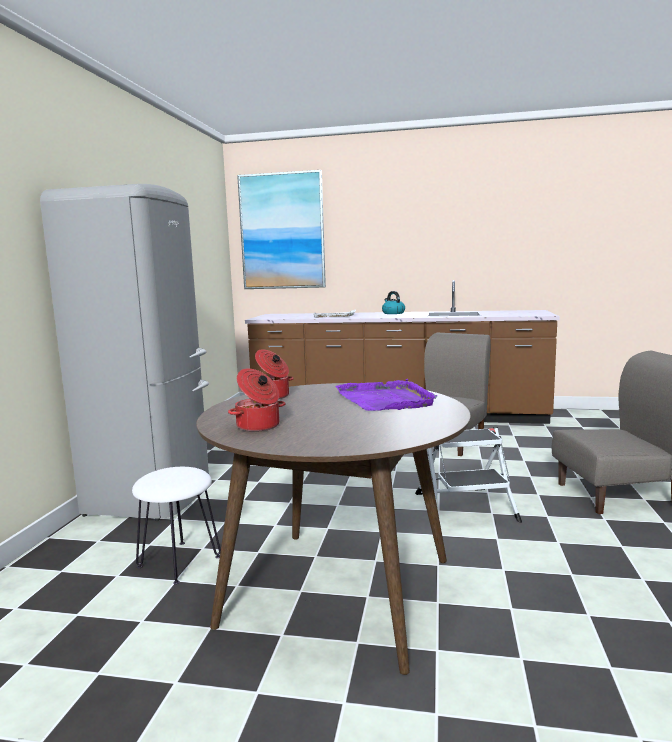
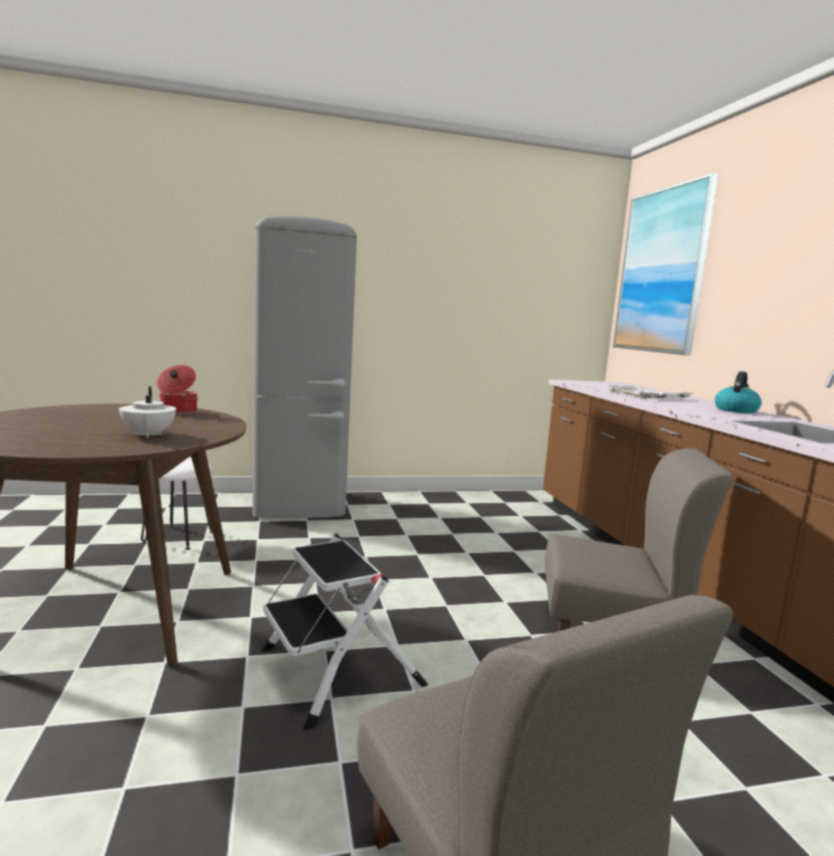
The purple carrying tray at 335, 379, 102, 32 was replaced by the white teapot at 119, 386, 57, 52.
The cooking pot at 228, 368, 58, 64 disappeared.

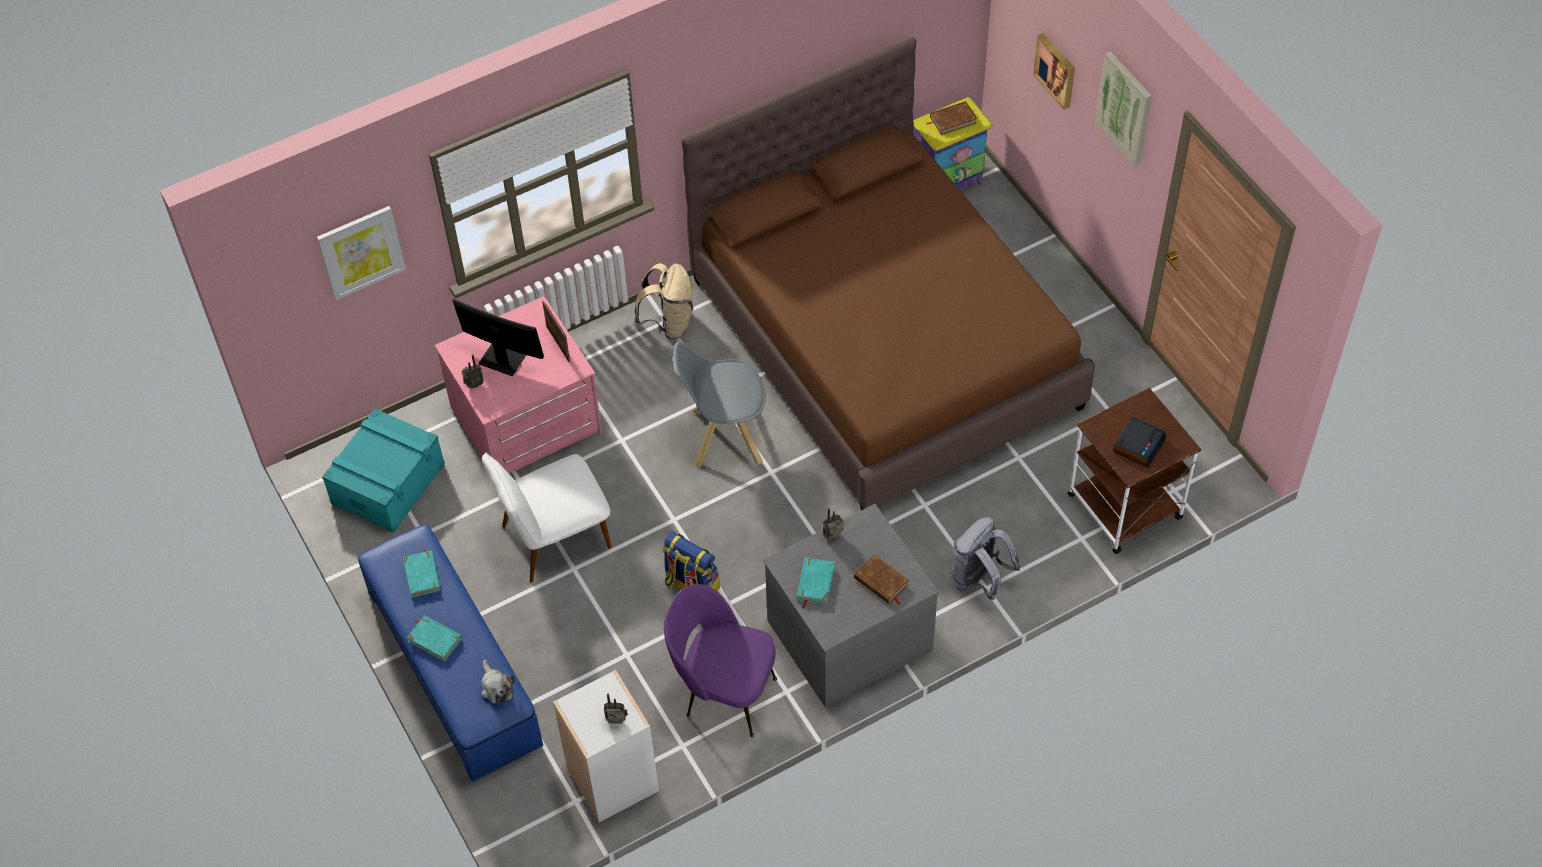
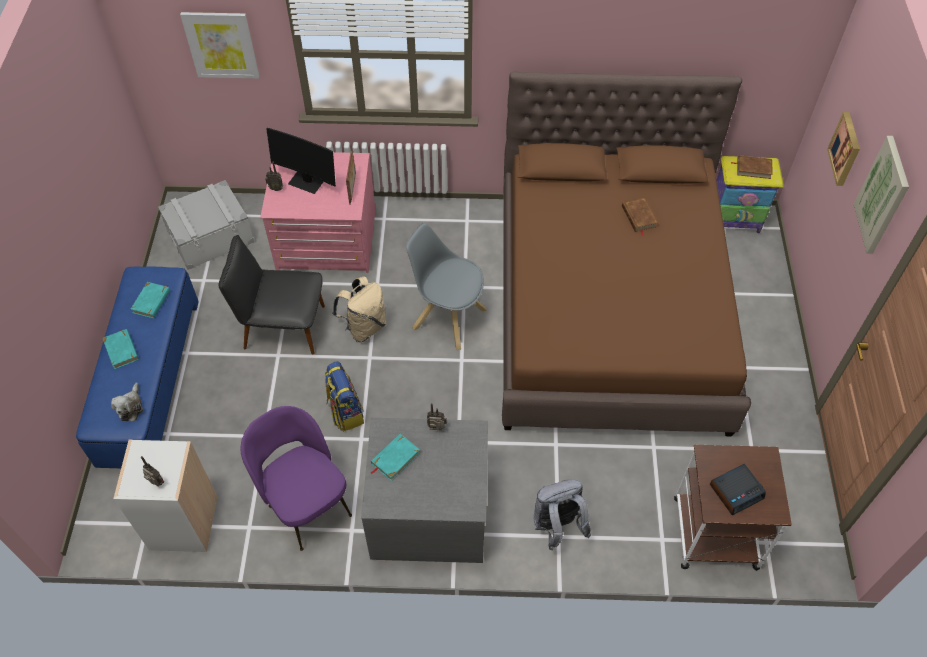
The turquoise-coloured storage bin at 322, 408, 123, 125 became the greyish storage bin at 158, 180, 96, 90.
The white upright chair at 482, 453, 130, 129 became the black-coloured upright chair at 218, 235, 107, 119.
The computer screen at 453, 298, 91, 78 turned 150 degrees clockwise.
The beige-coloured knapsack moved from 634, 263, 59, 77 to 332, 276, 55, 66.
The brown book moved from 854, 555, 55, 50 to 622, 198, 36, 38.

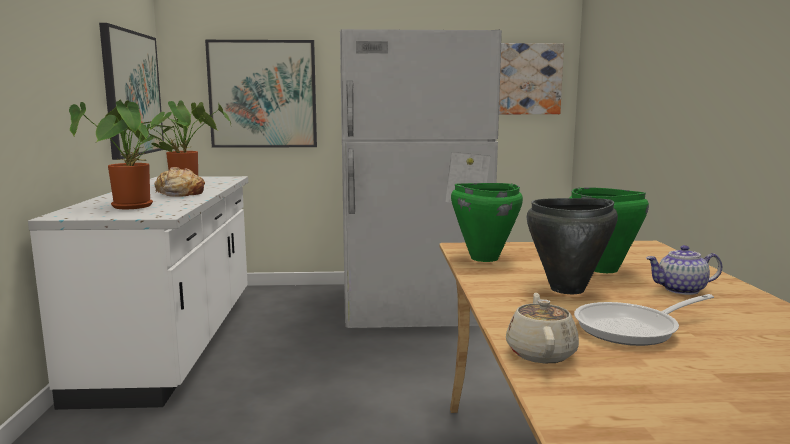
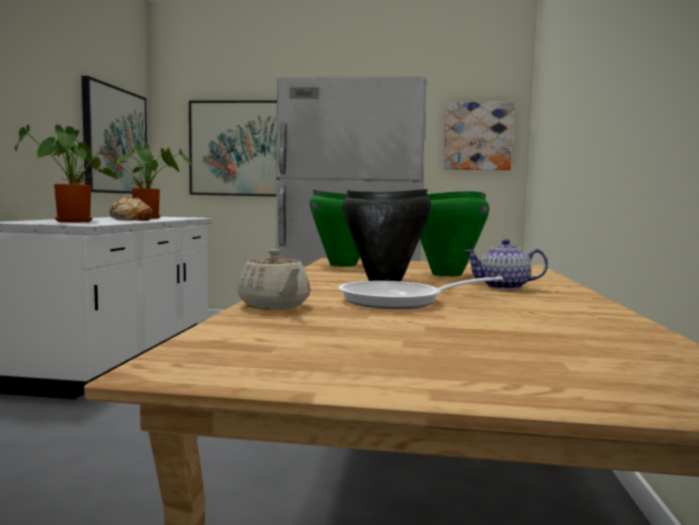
The beige-coloured teapot at 506, 293, 73, 70 turned 135 degrees clockwise.

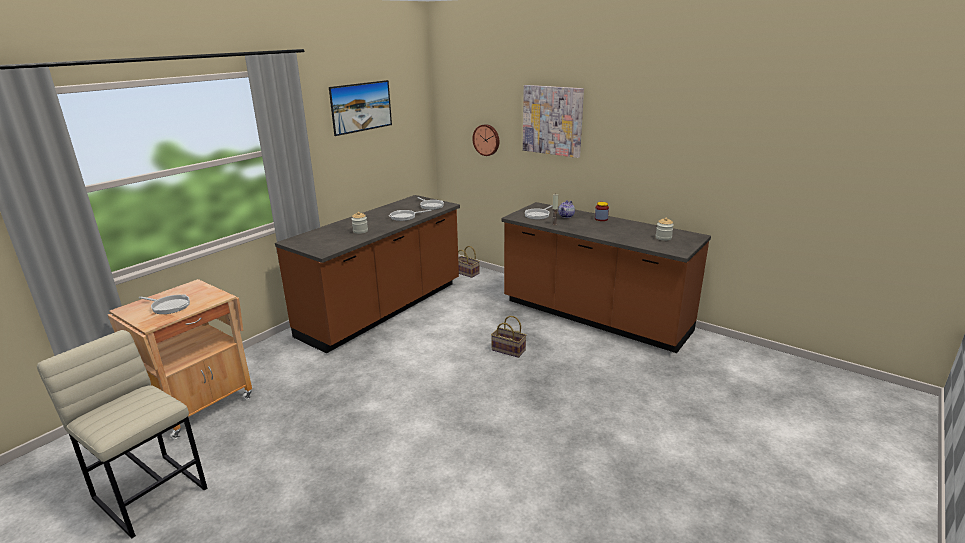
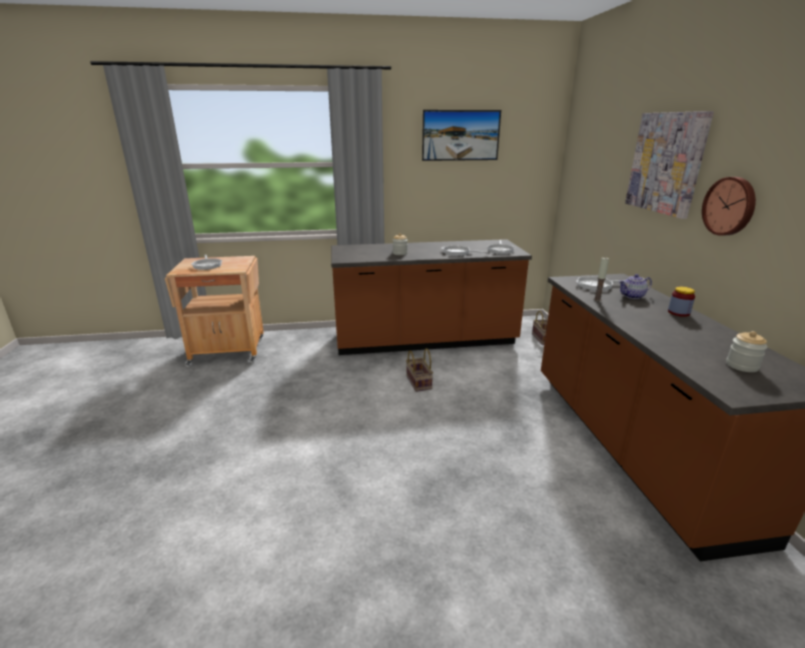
The household basket moved from 491, 316, 35, 42 to 406, 348, 27, 44.
The hanging clock moved from 472, 124, 27, 32 to 702, 177, 54, 59.
The beige-coloured upright chair at 37, 330, 171, 208 disappeared.

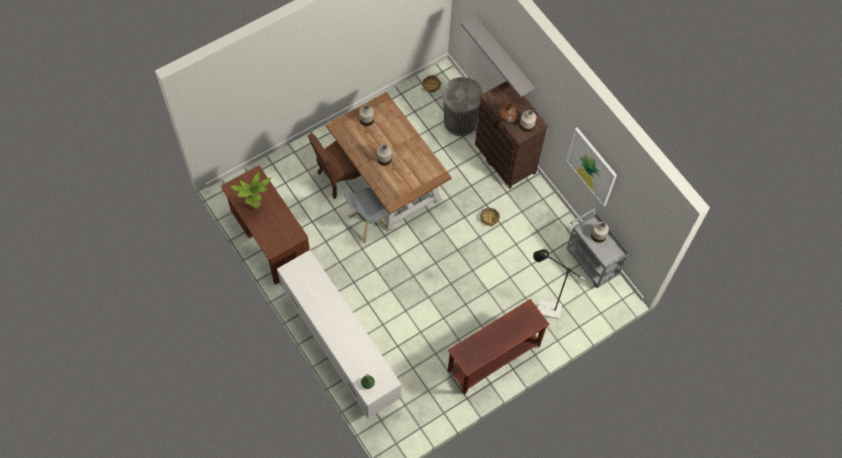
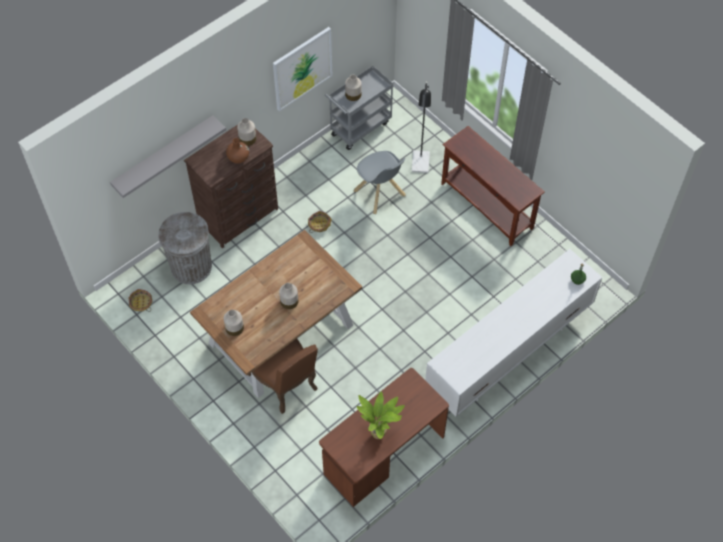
The greyish upright chair moved from 344, 188, 48, 55 to 354, 151, 52, 63.

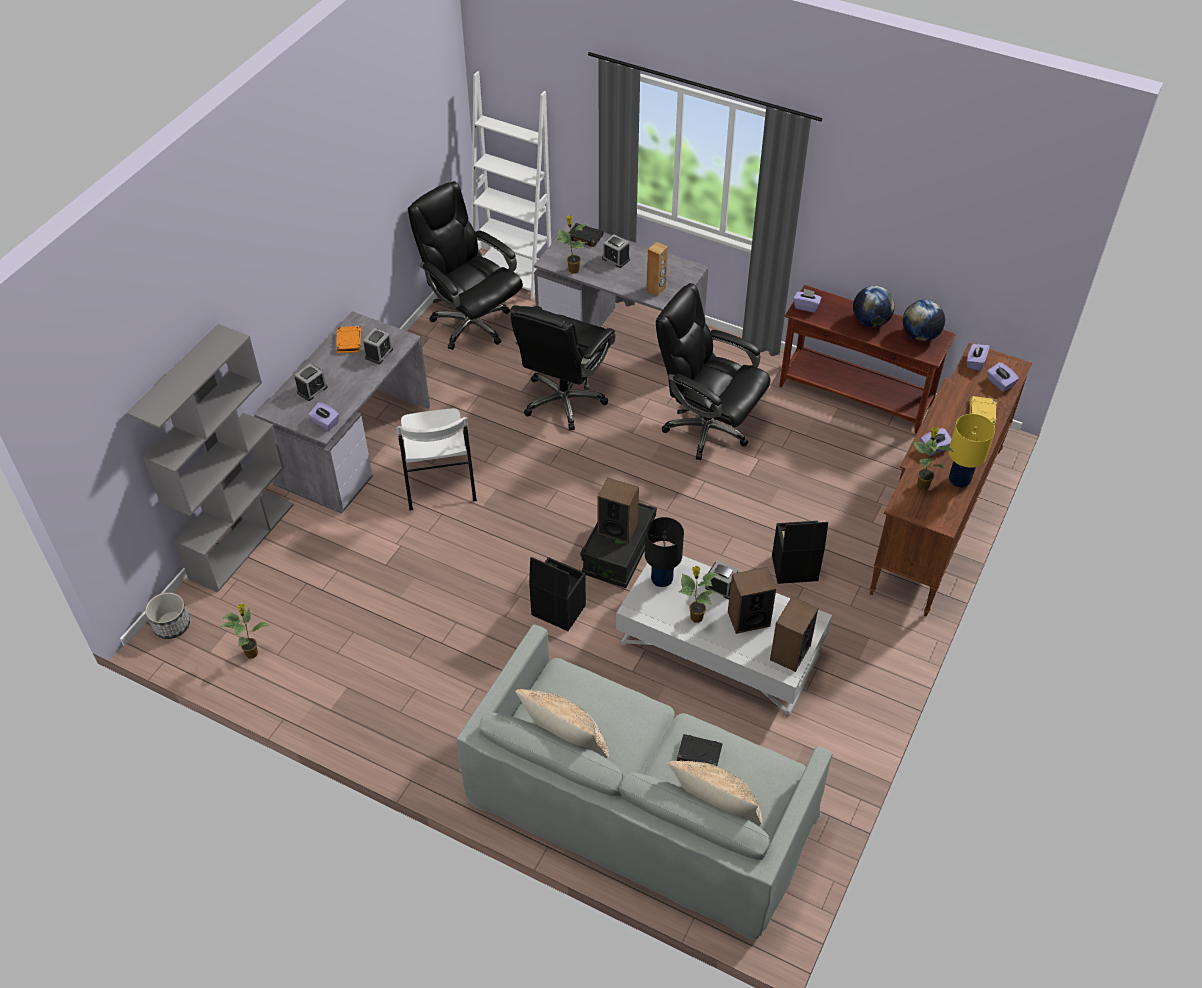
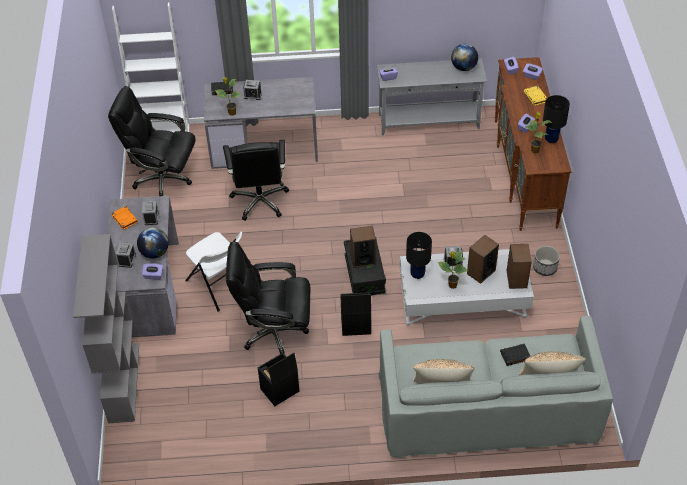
The desk globe moved from 853, 286, 42, 41 to 137, 227, 32, 32.
The black-coloured desk chair moved from 656, 283, 115, 177 to 226, 241, 84, 114.
The black-coloured storage bin moved from 772, 521, 56, 63 to 258, 353, 41, 53.
The brown hall table at 779, 285, 177, 149 became the greyish hall table at 377, 58, 110, 78.
The flower pot moved from 145, 592, 45, 47 to 533, 246, 27, 30.
The yellow lamp for a table at 948, 414, 47, 74 became the black-coloured lamp for a table at 543, 95, 27, 48.
The houseplant at 220, 604, 49, 54 disappeared.
The brown loudspeaker at 646, 242, 22, 54 disappeared.

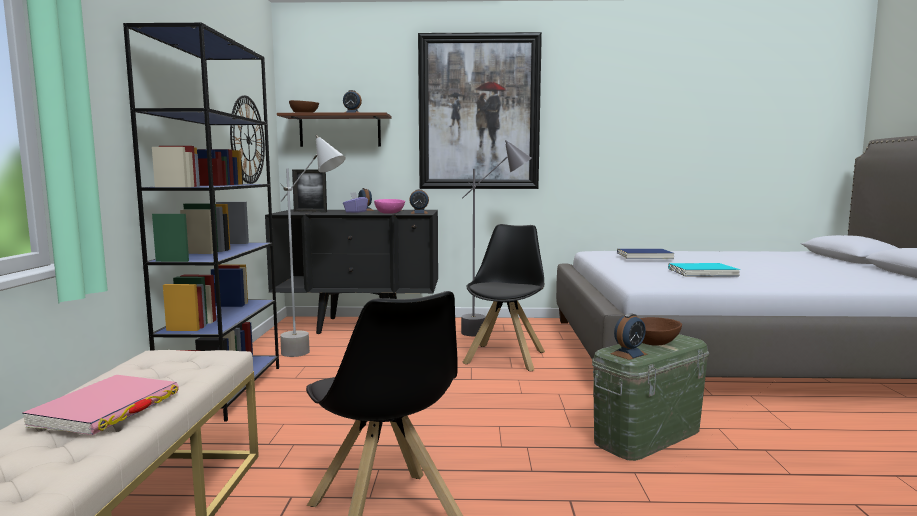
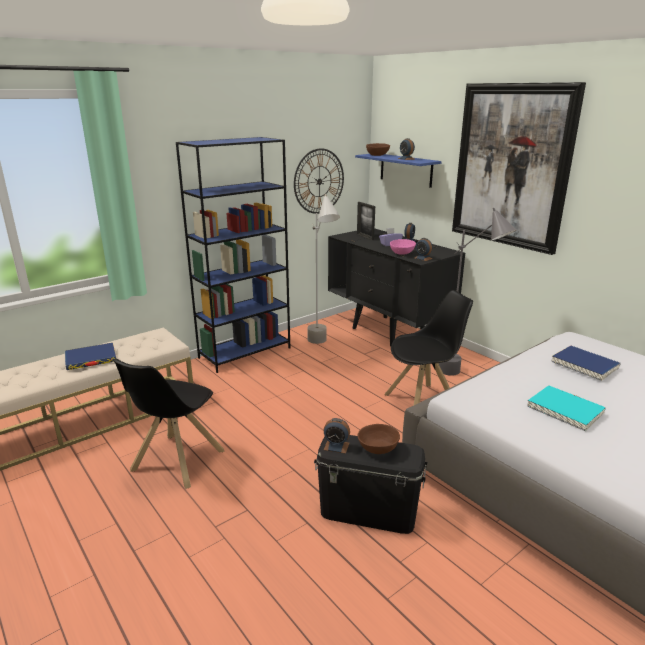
The pink book at 22, 375, 157, 60 became the bluish book at 65, 343, 51, 27.
The green storage bin at 592, 334, 117, 127 became the black-coloured storage bin at 314, 435, 113, 99.
The brown shelf at 277, 112, 115, 35 became the bluish shelf at 355, 154, 87, 34.

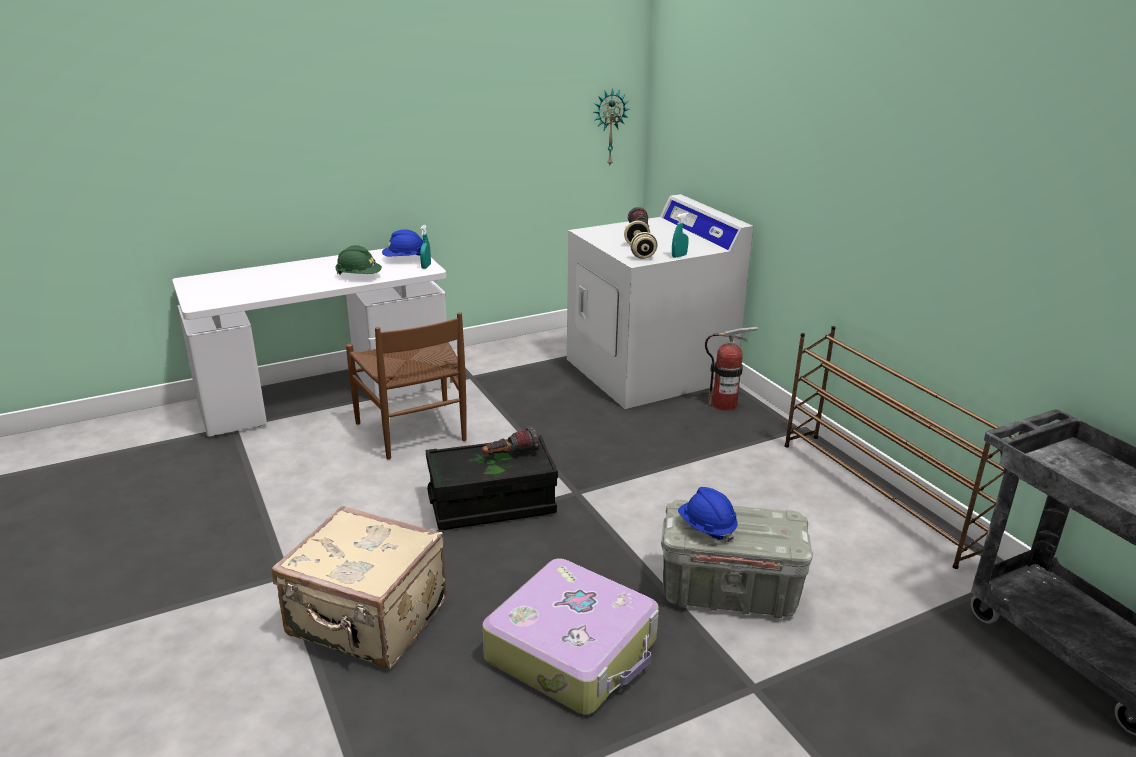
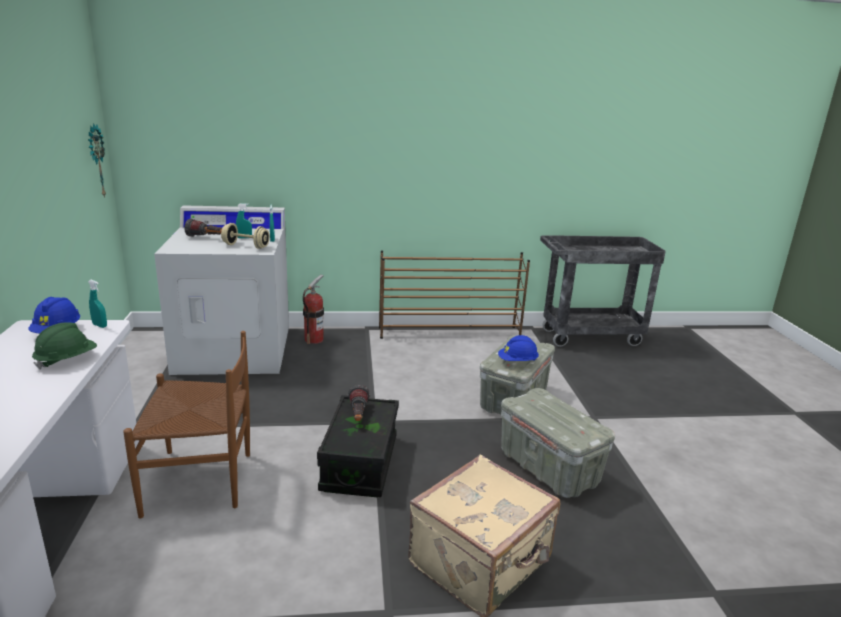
The turquoise-coloured sprayer at 236, 203, 16, 35 appeared.
The piece of luggage at 482, 558, 177, 157 was replaced by the greyish storage bin at 501, 388, 114, 110.

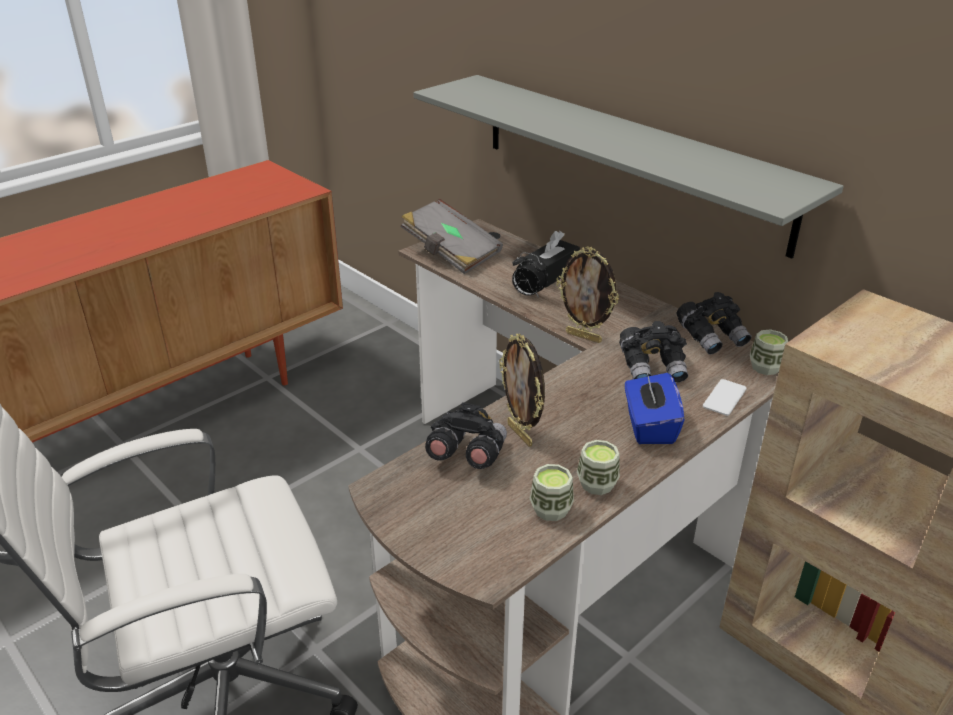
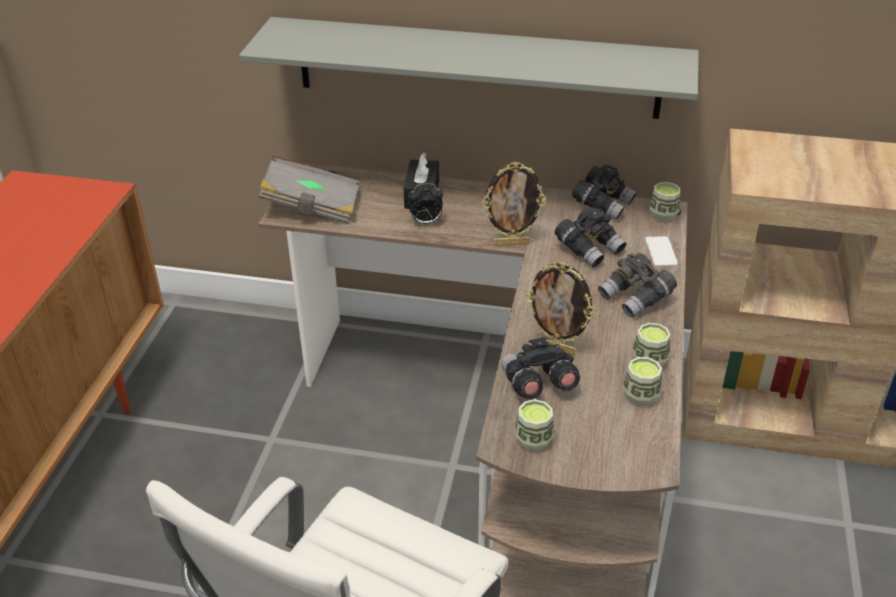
The small cup at 515, 399, 39, 52 appeared.
The bluish tissue holder at 625, 372, 59, 72 was replaced by the greyish field glasses at 598, 253, 79, 65.

